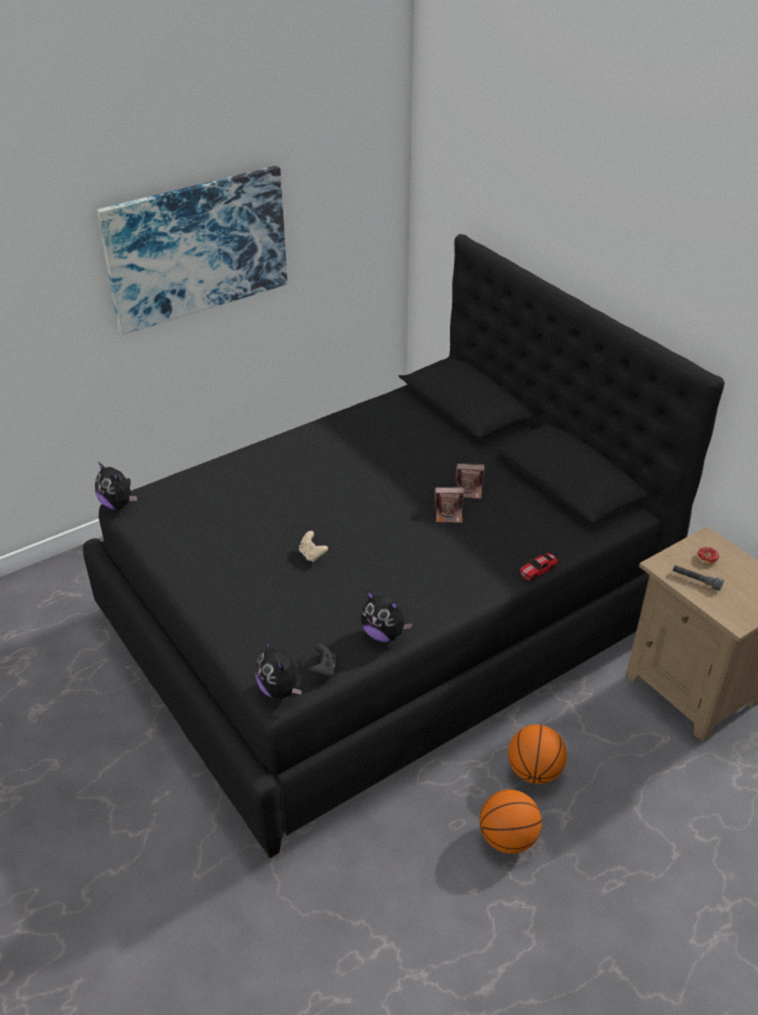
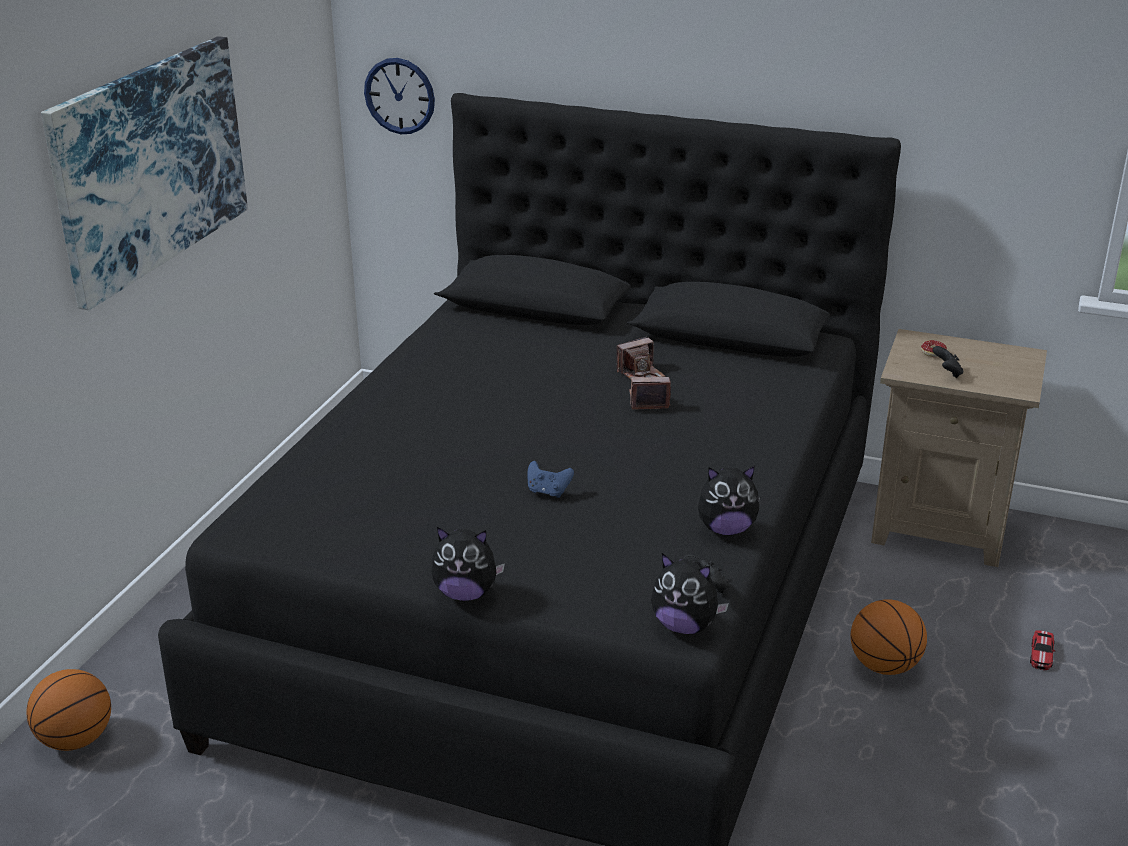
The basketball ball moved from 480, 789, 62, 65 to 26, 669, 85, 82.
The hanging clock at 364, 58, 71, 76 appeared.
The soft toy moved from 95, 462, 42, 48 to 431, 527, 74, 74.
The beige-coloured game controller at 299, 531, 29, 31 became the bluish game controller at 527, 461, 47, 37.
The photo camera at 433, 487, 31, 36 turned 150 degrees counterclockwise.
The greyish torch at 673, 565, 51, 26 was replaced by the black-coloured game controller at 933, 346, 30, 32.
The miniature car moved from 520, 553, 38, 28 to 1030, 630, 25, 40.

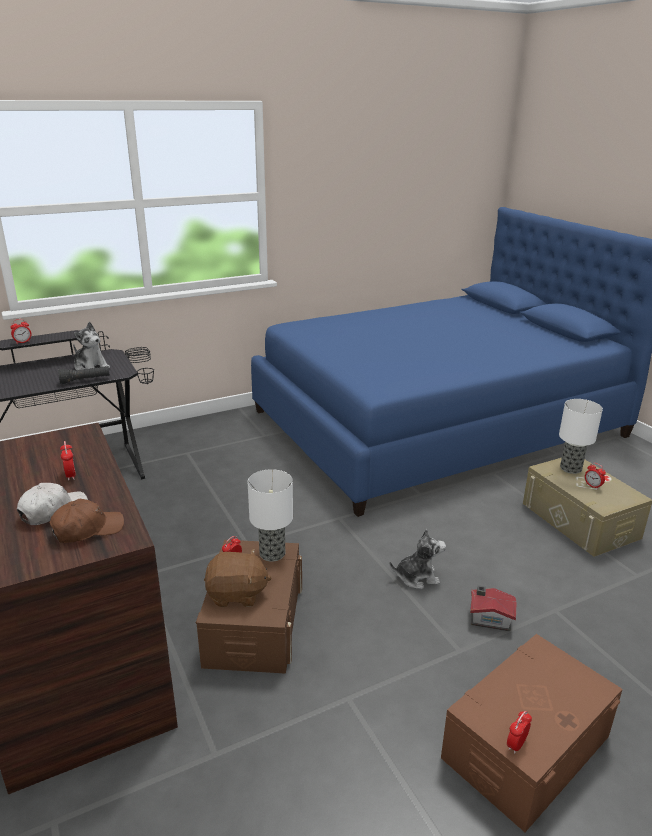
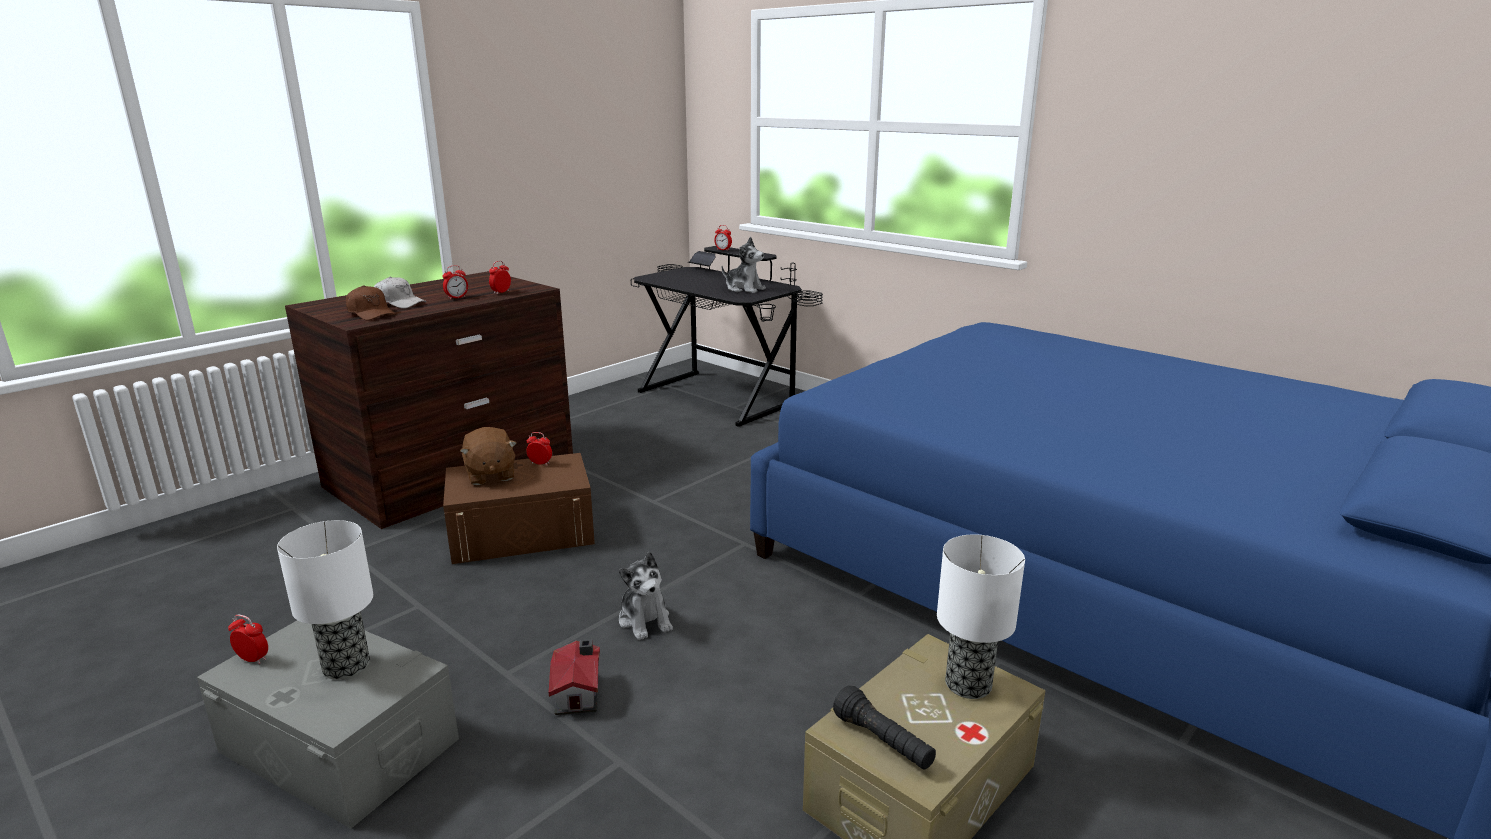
The brown storage bin at 441, 634, 182, 198 became the greyish storage bin at 197, 620, 262, 209.
The lamp for a table moved from 248, 469, 45, 93 to 277, 520, 96, 160.
The bedside clock moved from 585, 463, 21, 27 to 489, 261, 22, 33.
The soft toy at 73, 322, 37, 48 turned 75 degrees counterclockwise.
The black-coloured torch moved from 58, 366, 52, 18 to 833, 686, 103, 84.

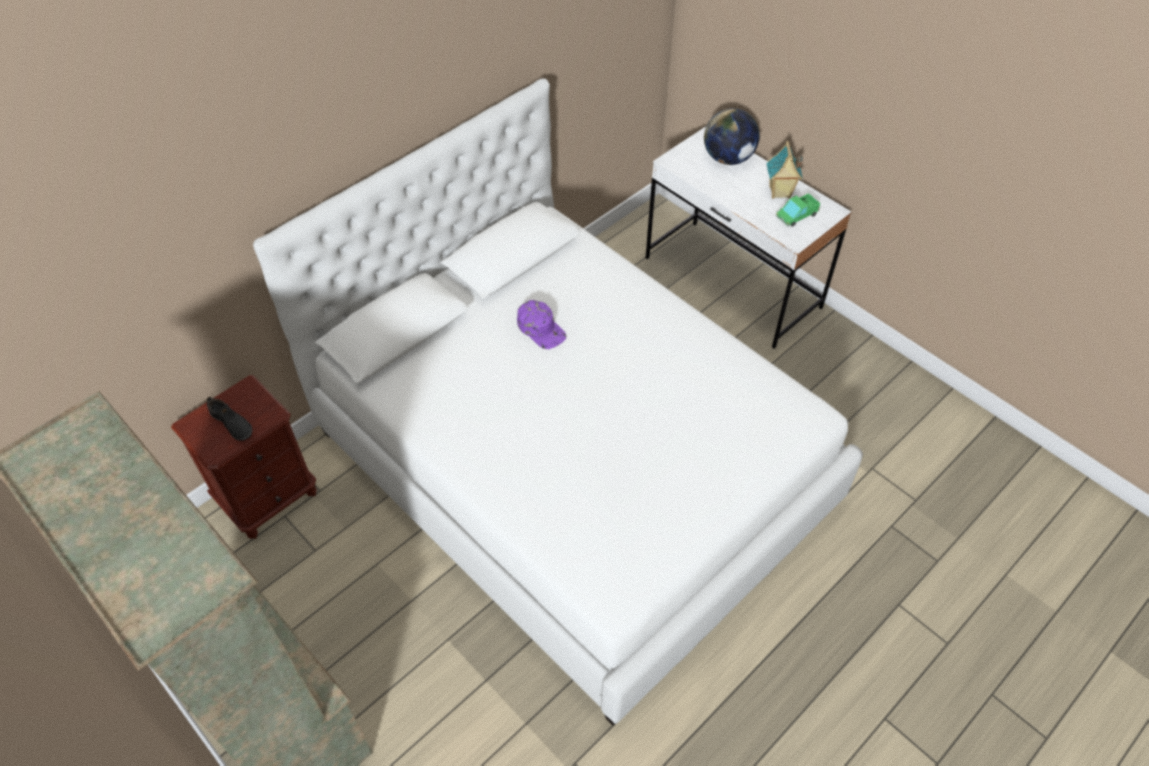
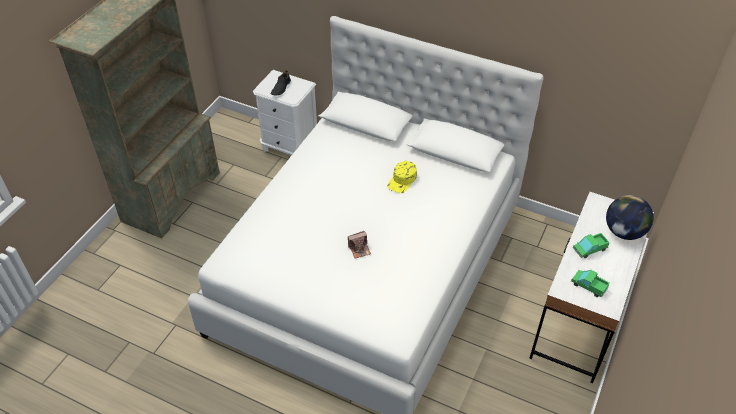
The brown nightstand at 171, 375, 146, 164 became the white nightstand at 253, 70, 64, 85.
The photo camera at 348, 231, 23, 28 appeared.
The purple cap at 517, 300, 49, 49 became the yellow cap at 387, 161, 30, 32.
The toy lorry at 573, 233, 37, 25 appeared.
The miniature house at 766, 141, 37, 58 disappeared.

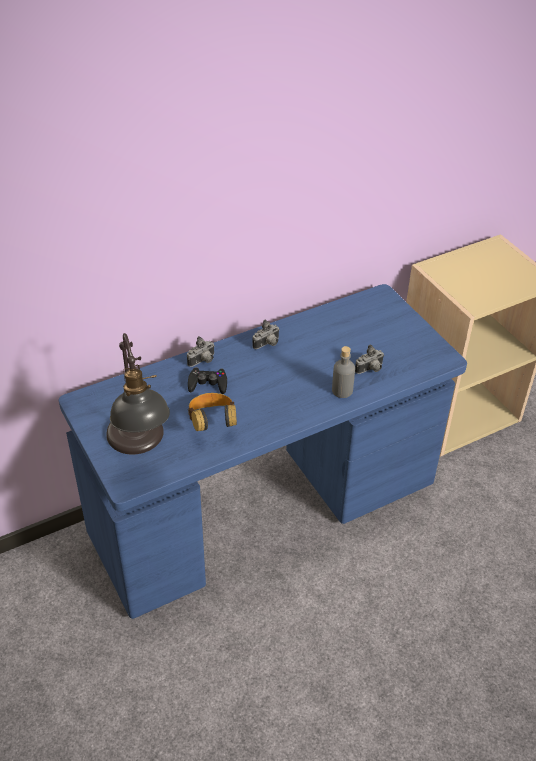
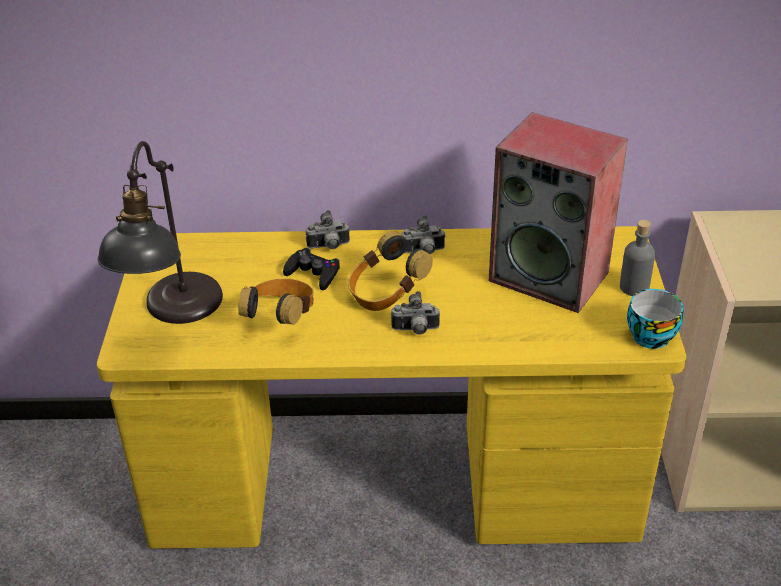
The bluish desk table at 59, 284, 408, 335 became the yellow desk table at 97, 226, 589, 323.
The headphones at 348, 231, 85, 80 appeared.
The photo camera moved from 355, 344, 29, 30 to 391, 291, 49, 44.
The loudspeaker at 489, 112, 139, 201 appeared.
The greyish bottle moved from 332, 346, 23, 52 to 620, 220, 35, 76.
The small cup at 627, 289, 56, 60 appeared.

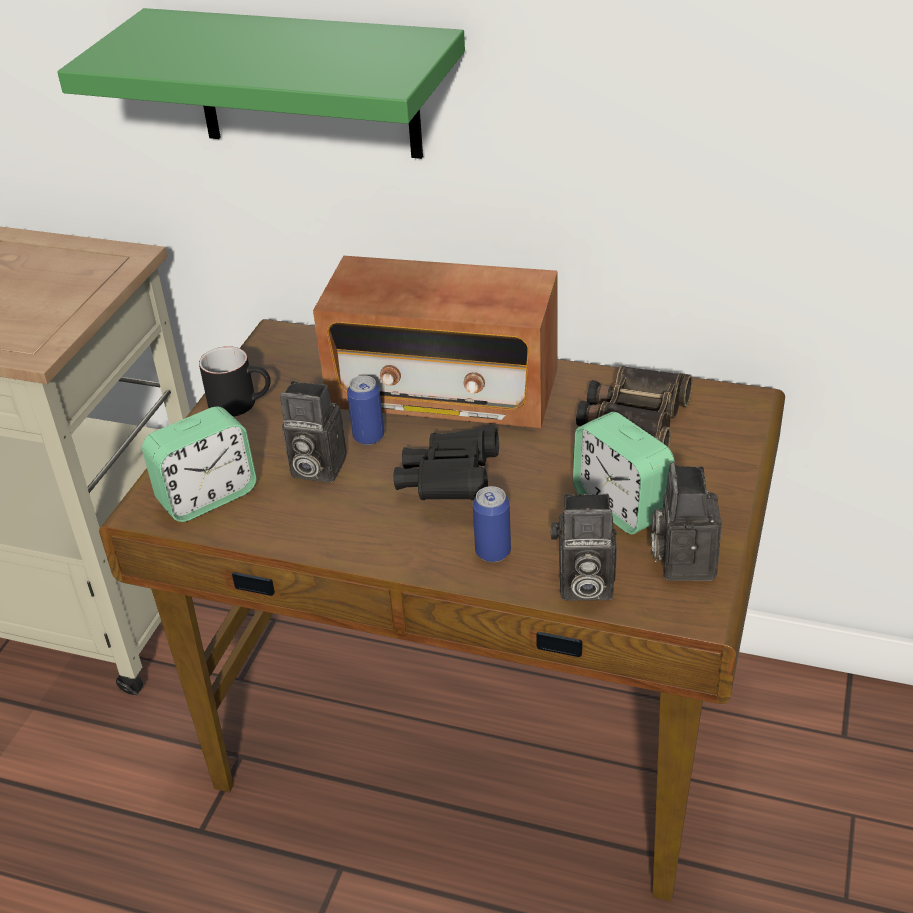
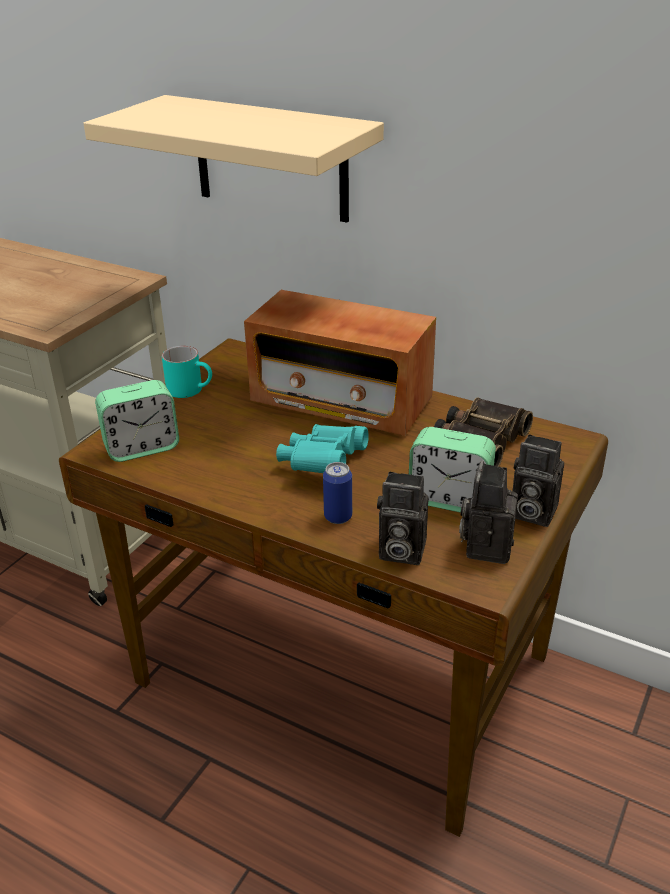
The green shelf at 57, 8, 408, 151 became the beige-coloured shelf at 84, 95, 300, 128.
The black-coloured mug at 199, 346, 72, 71 became the turquoise-coloured mug at 162, 346, 50, 52.
The black-coloured field glasses at 394, 427, 105, 73 became the turquoise-coloured field glasses at 276, 424, 93, 49.
The bedside clock at 573, 412, 102, 122 turned 45 degrees counterclockwise.
The photo camera moved from 280, 381, 67, 101 to 513, 434, 51, 93.
The sealed can at 347, 375, 37, 70 disappeared.

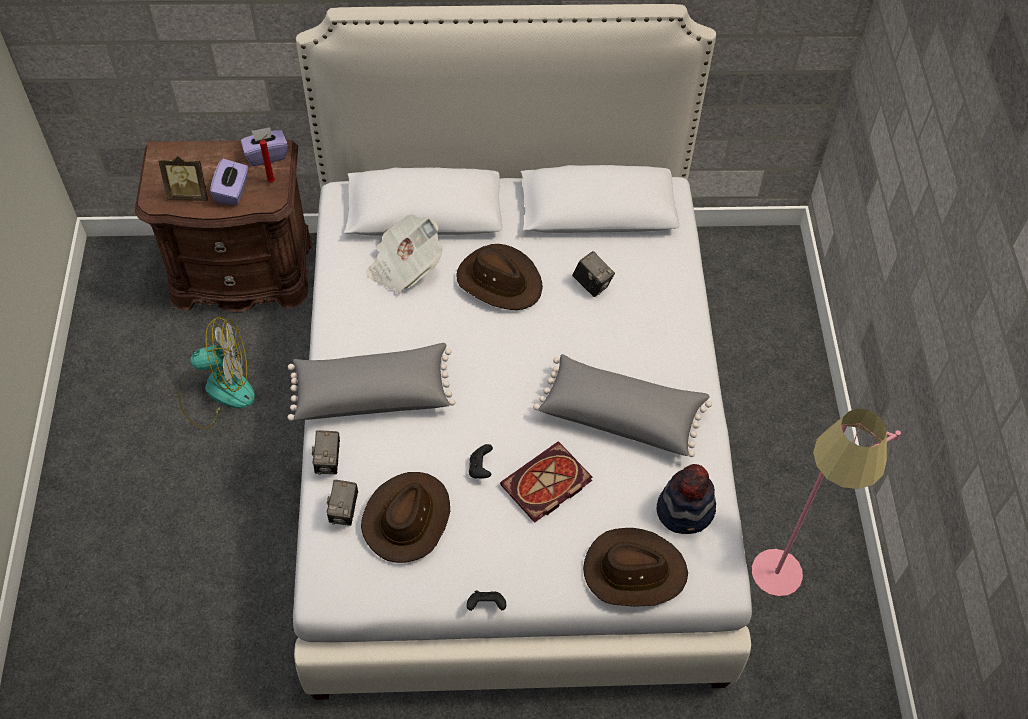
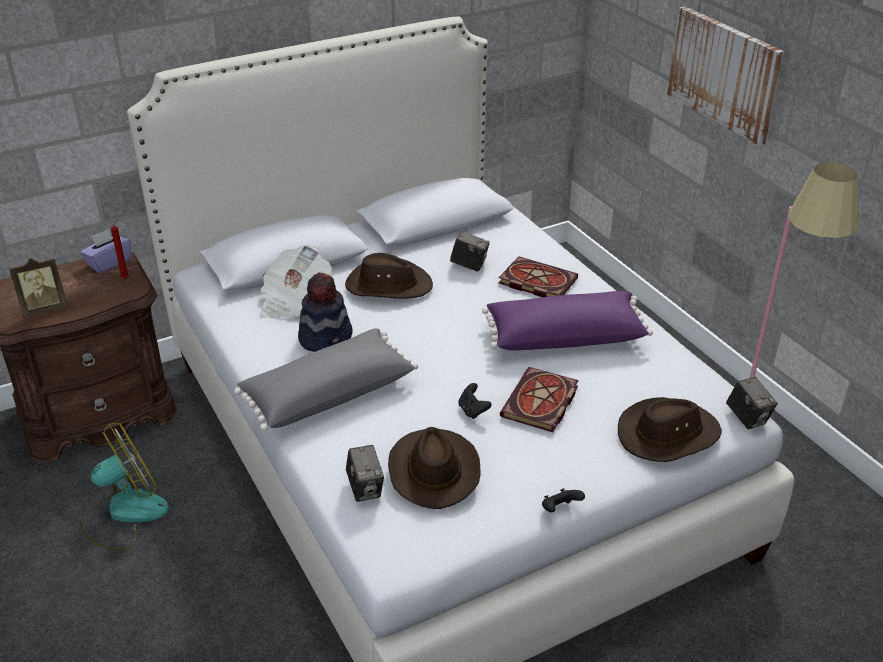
The hat moved from 656, 464, 60, 70 to 298, 272, 55, 80.
The greyish cushion at 533, 354, 179, 103 became the purple cushion at 482, 291, 171, 59.
The book at 498, 256, 80, 41 appeared.
The wall art at 667, 6, 117, 140 appeared.
The photo camera moved from 312, 430, 28, 45 to 726, 377, 52, 52.
The purple tissue holder at 210, 159, 38, 46 disappeared.

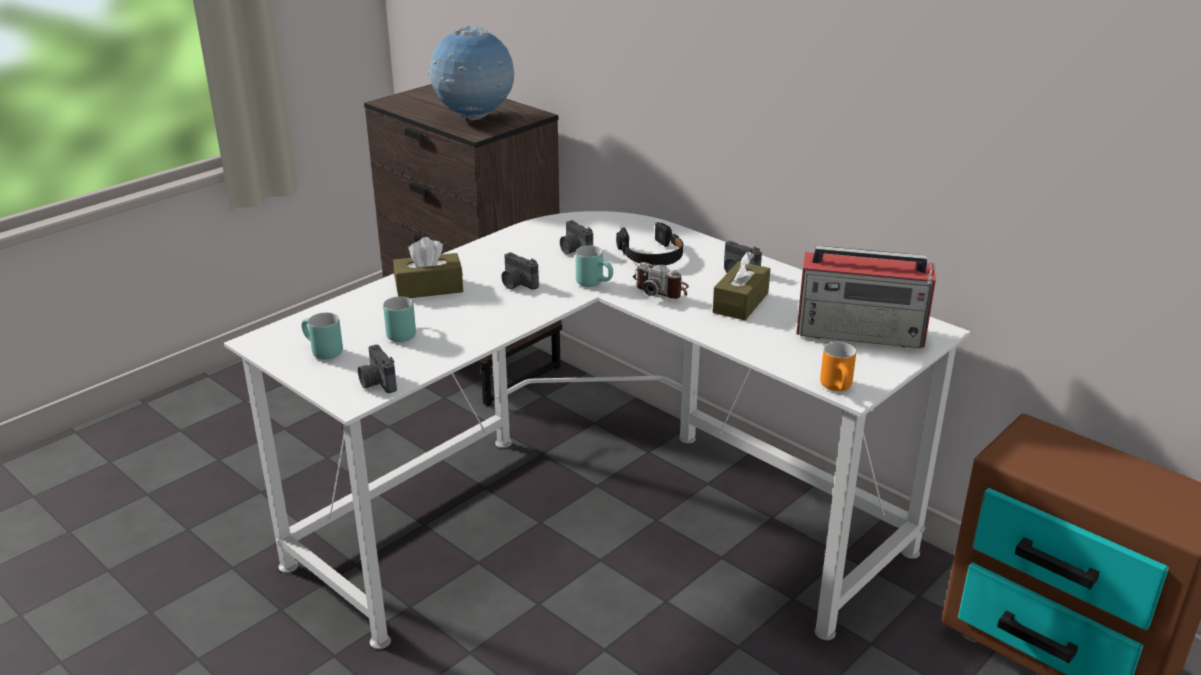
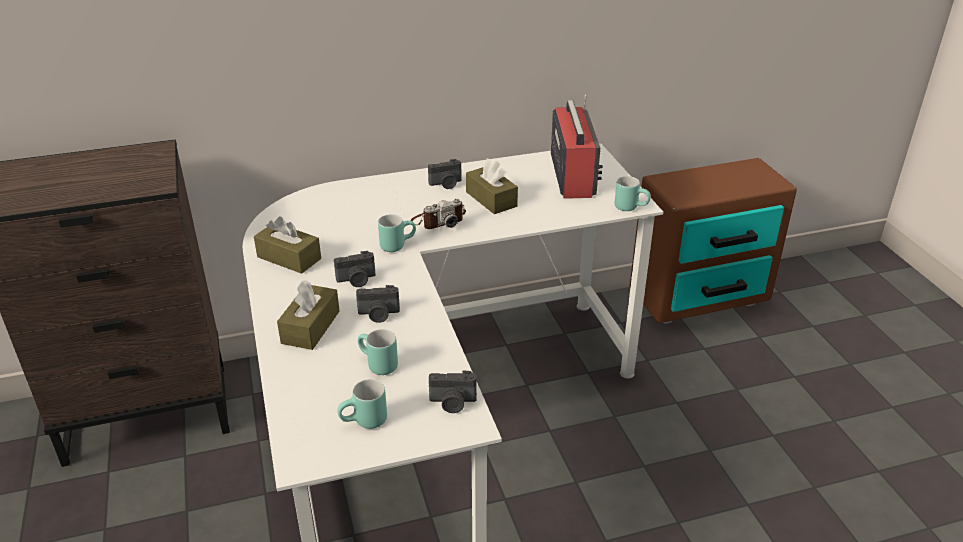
The brown tissue holder at 254, 216, 67, 58 appeared.
The photo camera moved from 560, 220, 33, 34 to 356, 285, 44, 38.
The radio at 796, 246, 140, 102 turned 45 degrees counterclockwise.
The orange-coloured mug at 820, 342, 36, 49 became the turquoise-coloured mug at 615, 176, 36, 35.
The desk globe at 429, 25, 85, 95 disappeared.
The black-coloured headphones at 616, 222, 67, 43 disappeared.

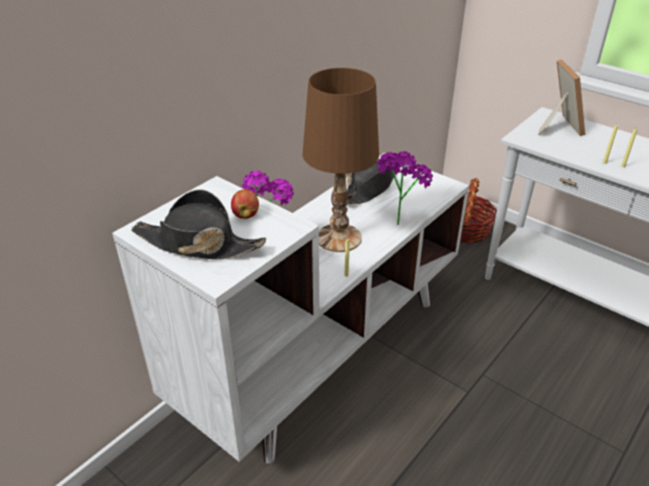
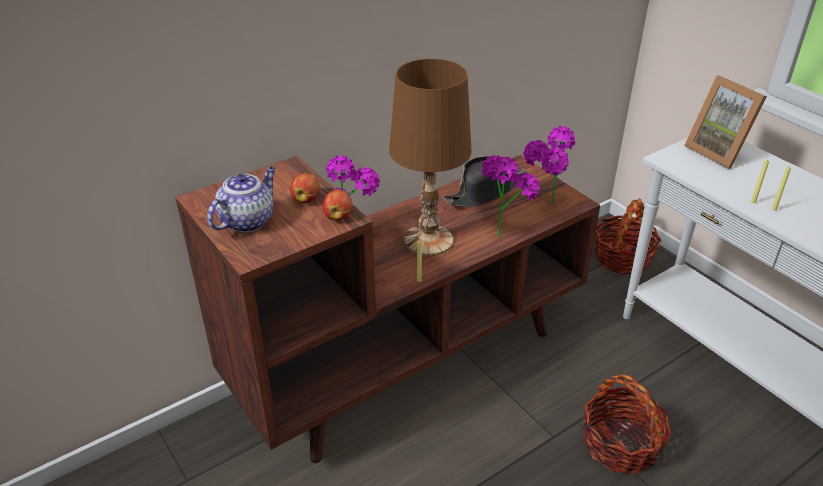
The white media console at 112, 153, 357, 311 became the brown media console at 175, 155, 425, 308.
The black-coloured hat at 131, 189, 135, 71 was replaced by the teapot at 207, 167, 69, 65.
The apple at 323, 190, 29, 31 appeared.
The houseplant at 523, 126, 52, 77 appeared.
The household basket at 583, 374, 89, 100 appeared.
The photo frame at 538, 59, 47, 77 turned 135 degrees clockwise.

